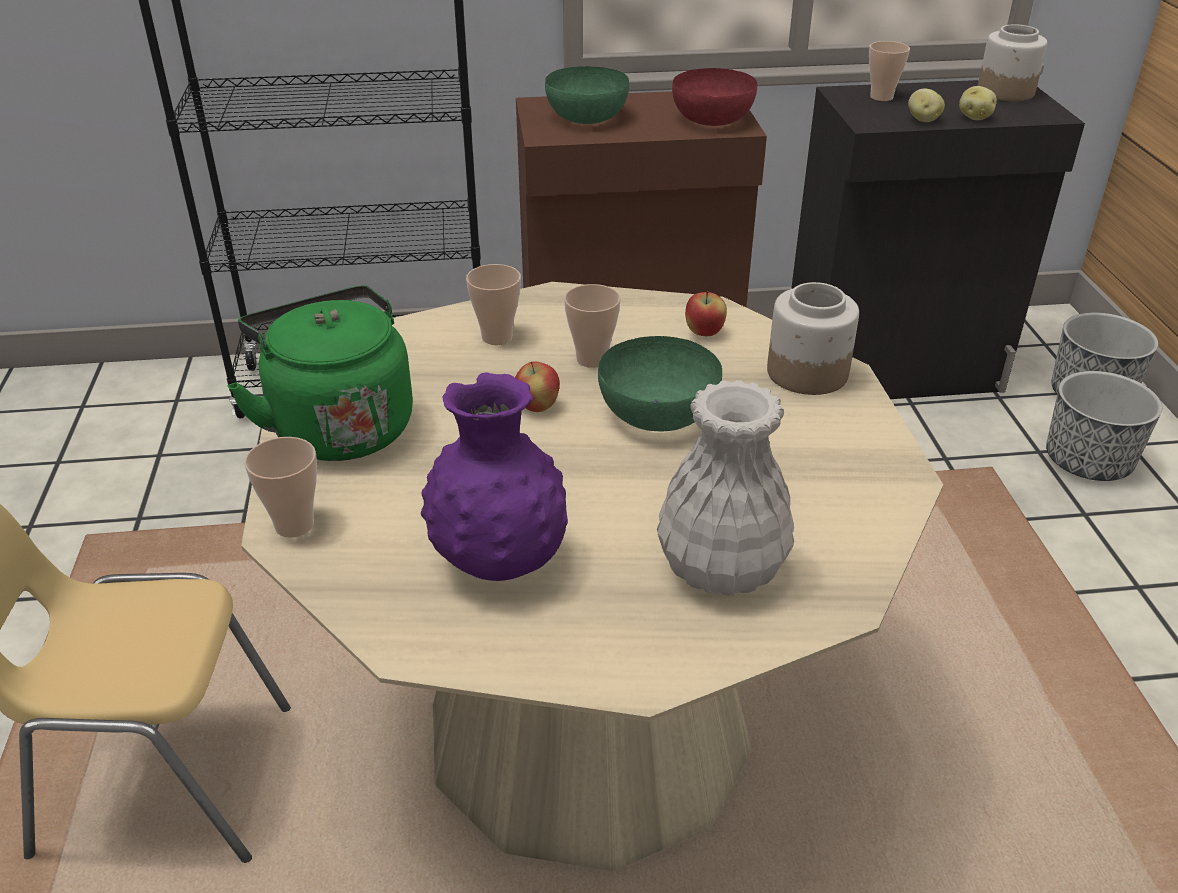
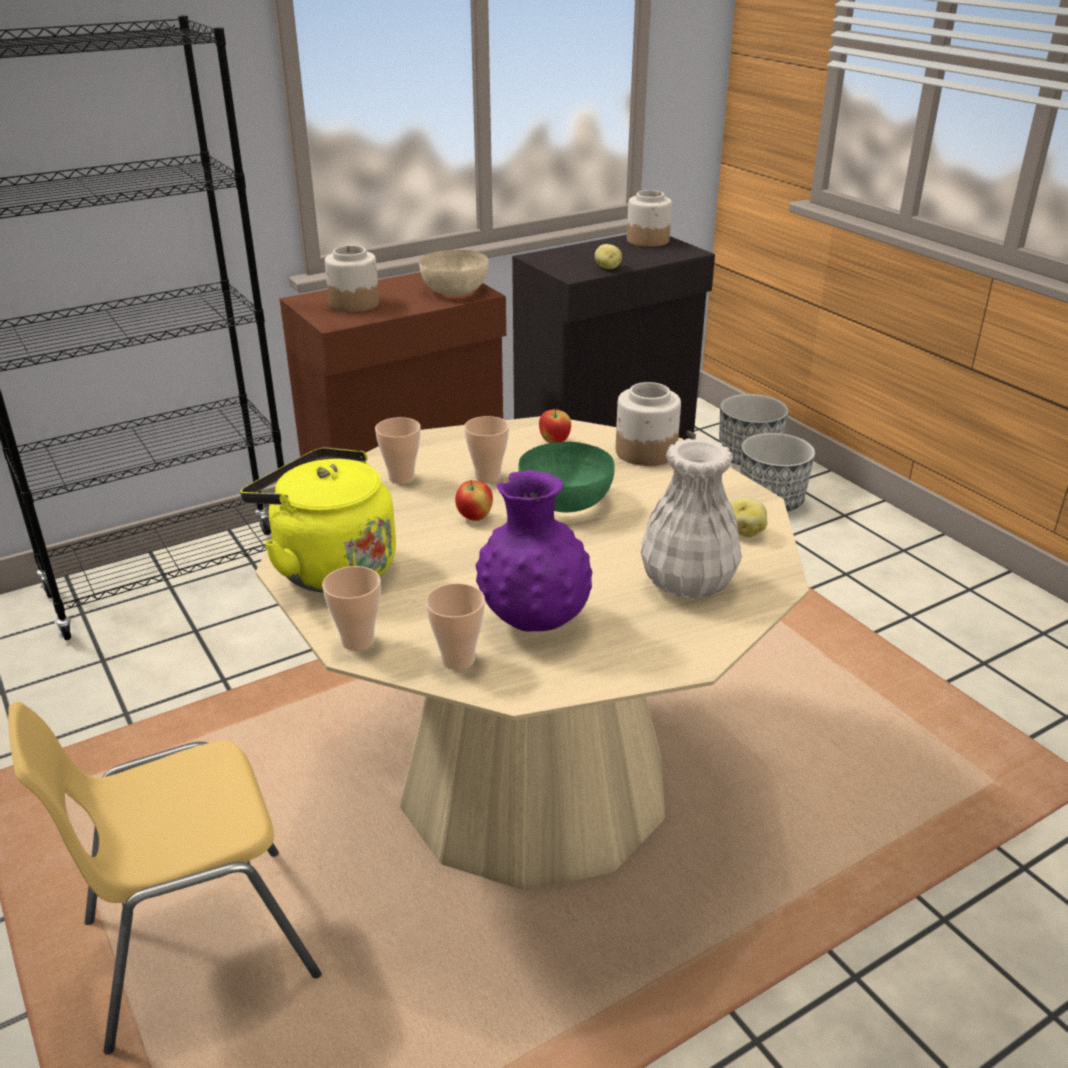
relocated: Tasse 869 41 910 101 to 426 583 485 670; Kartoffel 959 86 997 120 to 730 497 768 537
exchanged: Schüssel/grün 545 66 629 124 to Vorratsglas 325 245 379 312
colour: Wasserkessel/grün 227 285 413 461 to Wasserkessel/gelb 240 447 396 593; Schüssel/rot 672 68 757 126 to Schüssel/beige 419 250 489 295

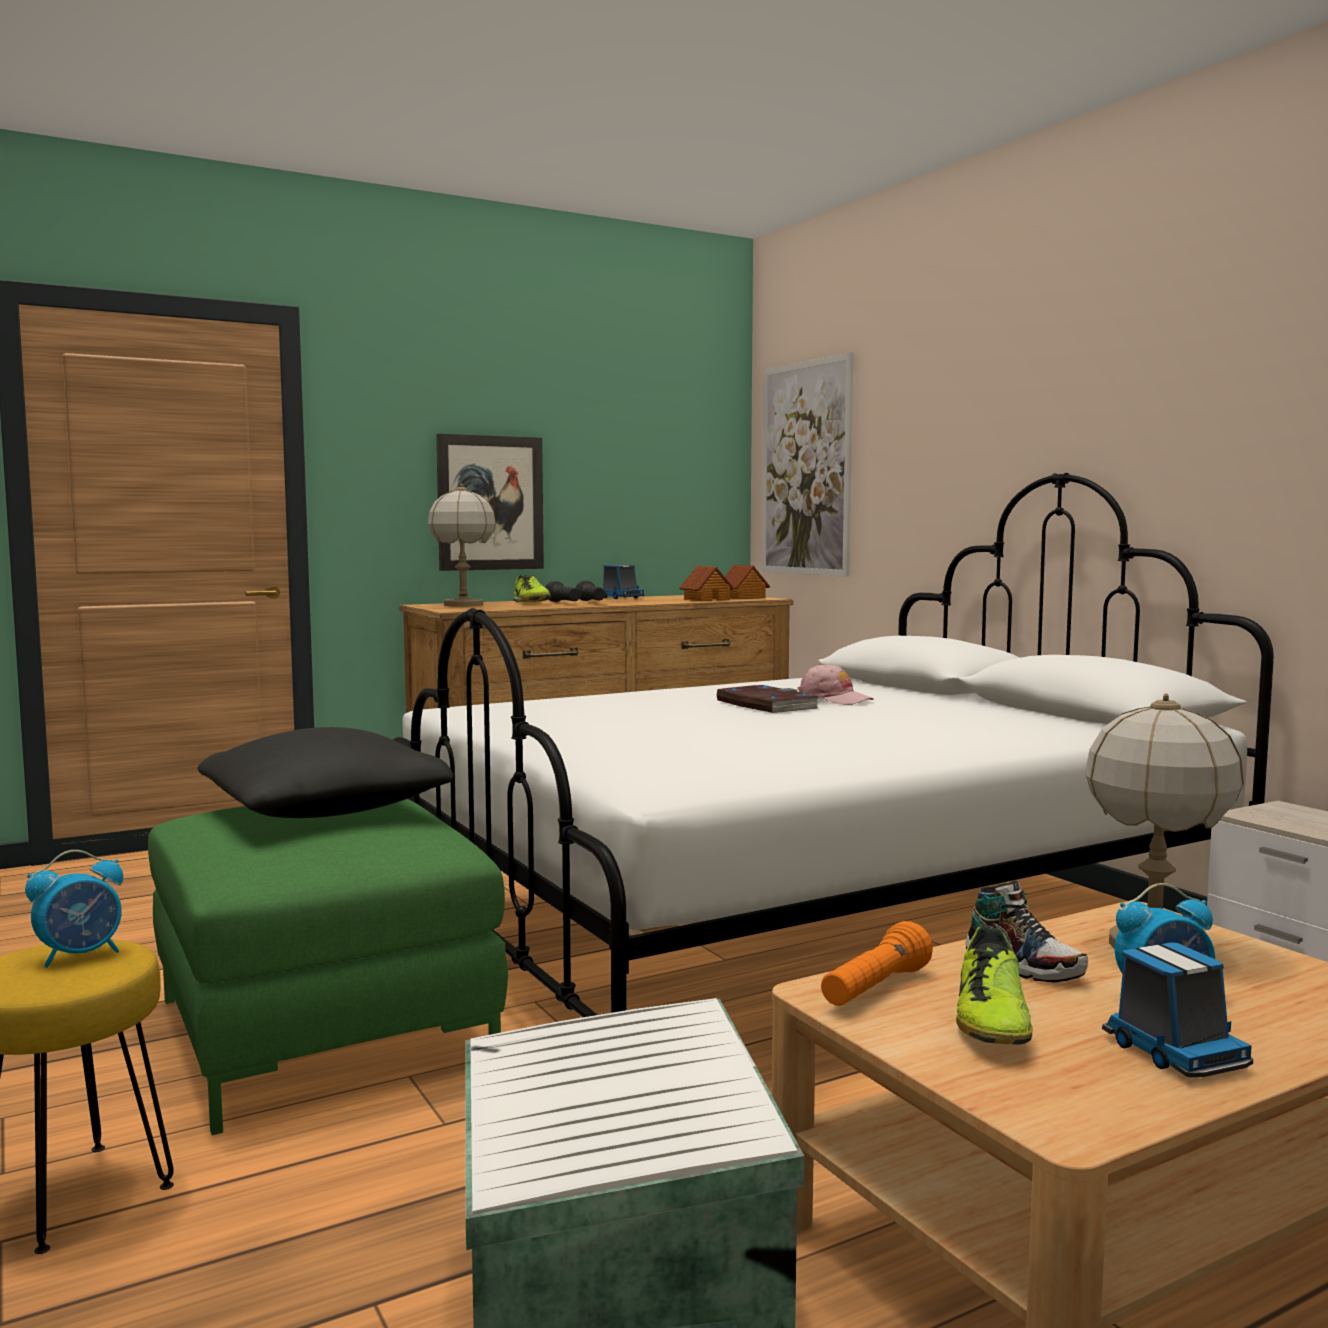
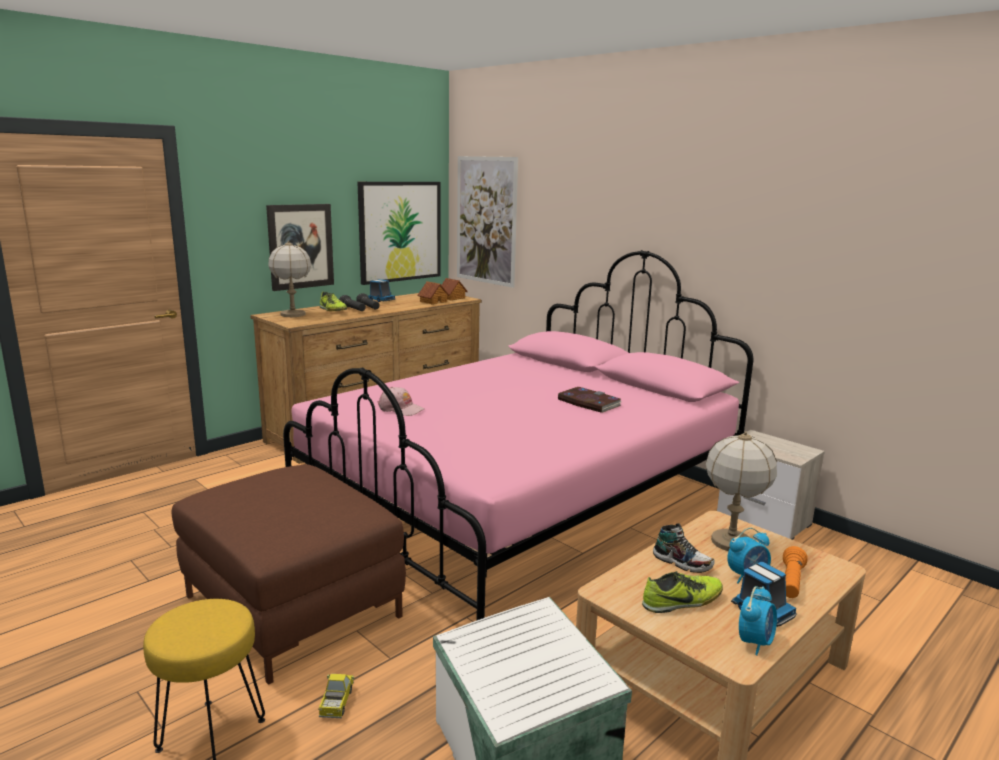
missing: Kissen/schwarz 198 727 454 818
appeared: Spielzeuglaster 318 674 354 718; Bild 357 182 440 285
relocated: Wecker 25 850 123 968 to 739 586 777 656; Buch 717 685 818 713 to 558 387 621 413; Kappe/rosa 798 663 874 705 to 378 387 425 416; Taschenlampe/orange 821 921 933 1006 to 783 546 807 598
colour: Polsterhocker/grün 148 799 508 1135 to Polsterhocker/braun 171 464 406 685; Bett/weiß 393 473 1274 1017 to Bett/rosa 283 250 753 621
spun: Schuh 956 926 1033 1045 = 642 571 723 613 105 degrees counterclockwise

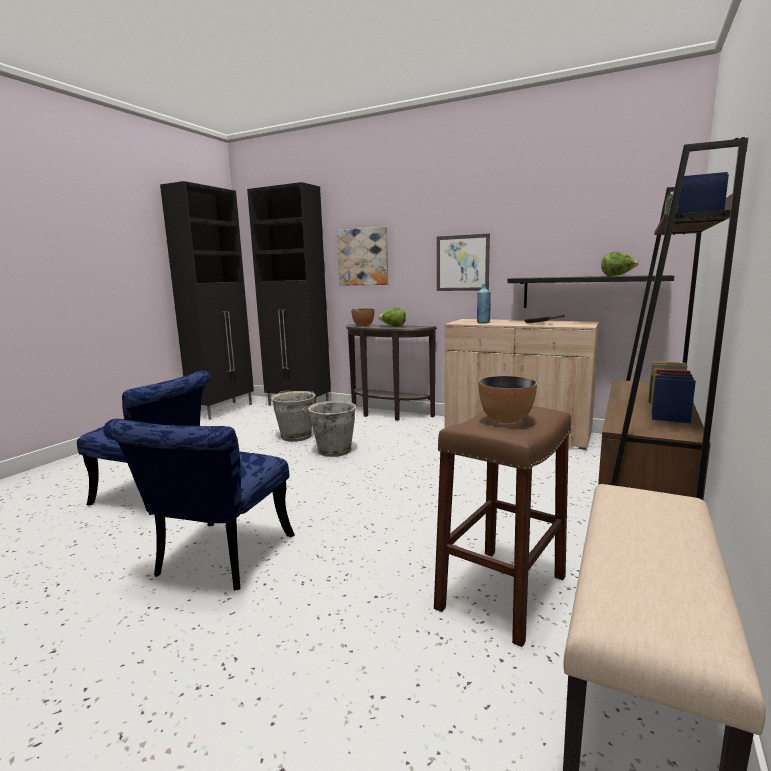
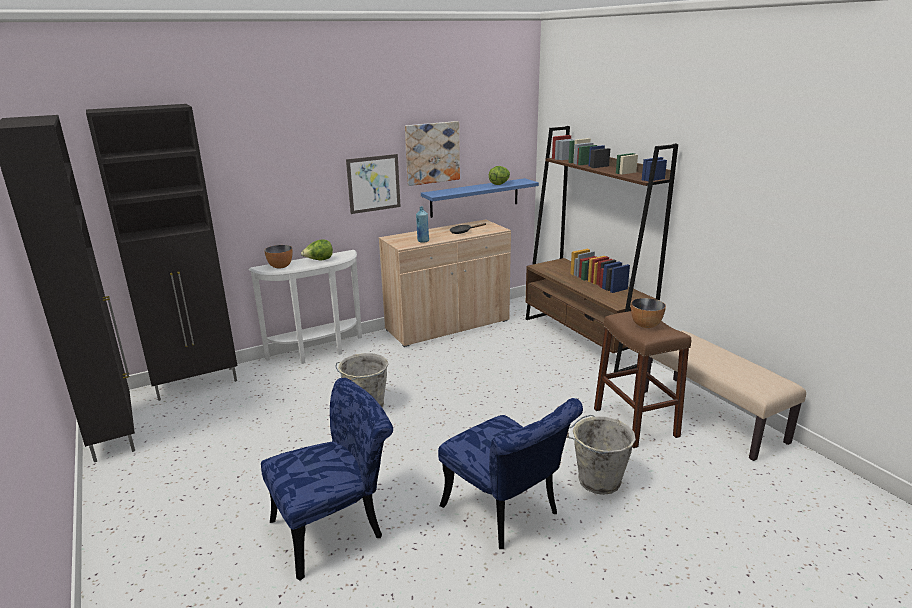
relocated: Eimer/grau 269 390 316 442 to 567 415 636 495; Bild 337 227 388 286 to 405 121 460 186
colour: Konsolentisch/braun 346 324 437 420 to Konsolentisch/weiß 249 250 362 364; Wandregal/schwarz 507 275 674 308 to Wandregal/blau 421 178 539 218

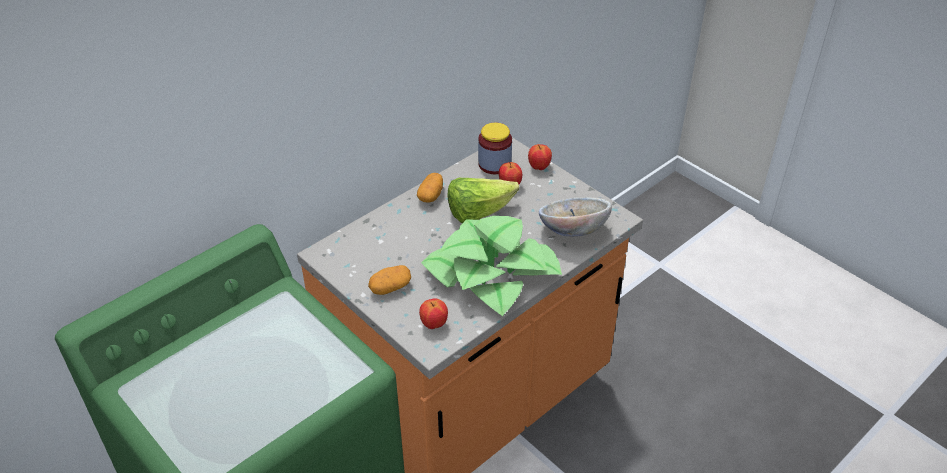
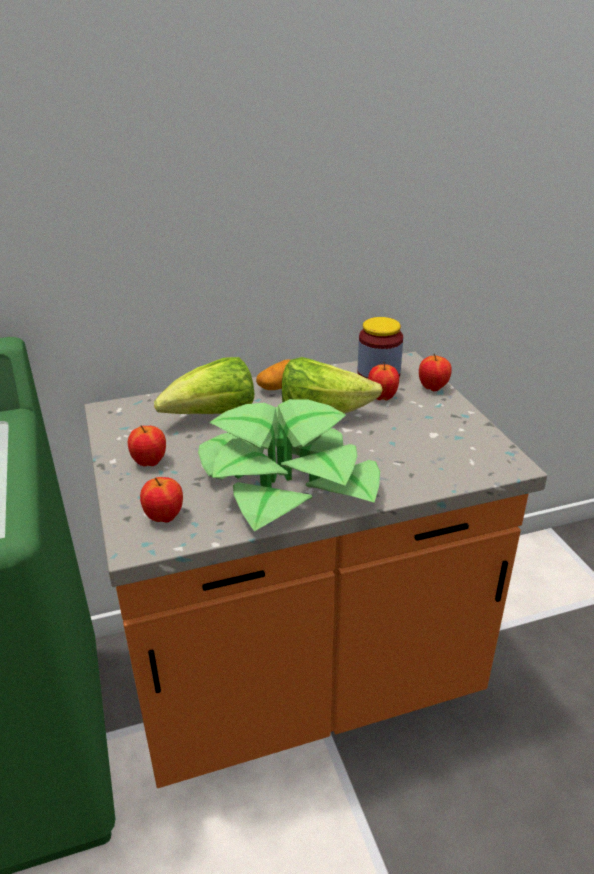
missing: Schüssel 539 197 612 237
appeared: Salatkopf 154 357 254 414
exchanged: Kartoffel 368 265 411 295 to Apfel 128 425 166 466

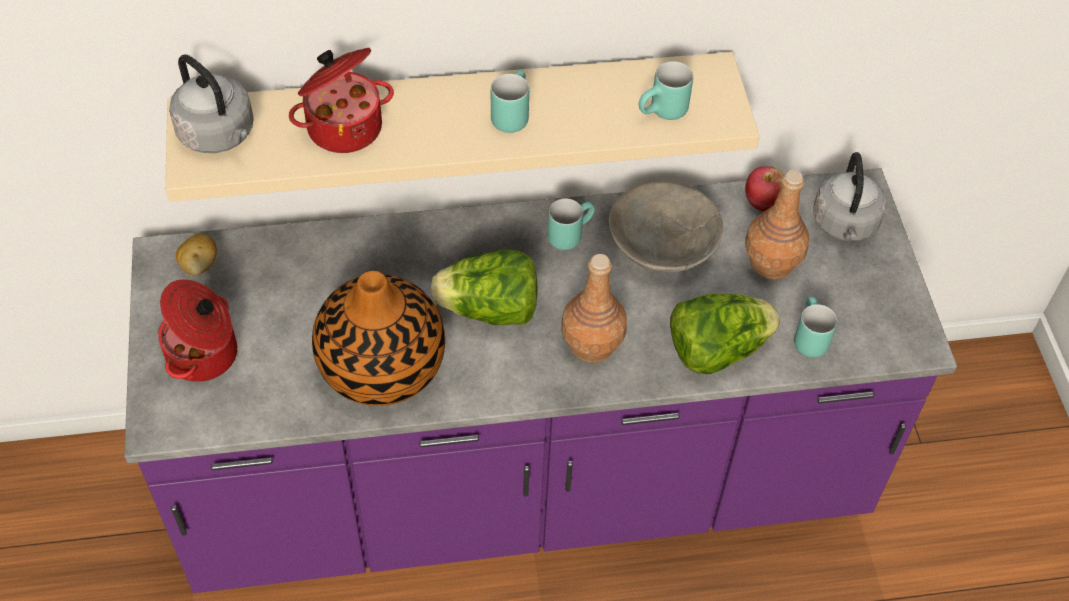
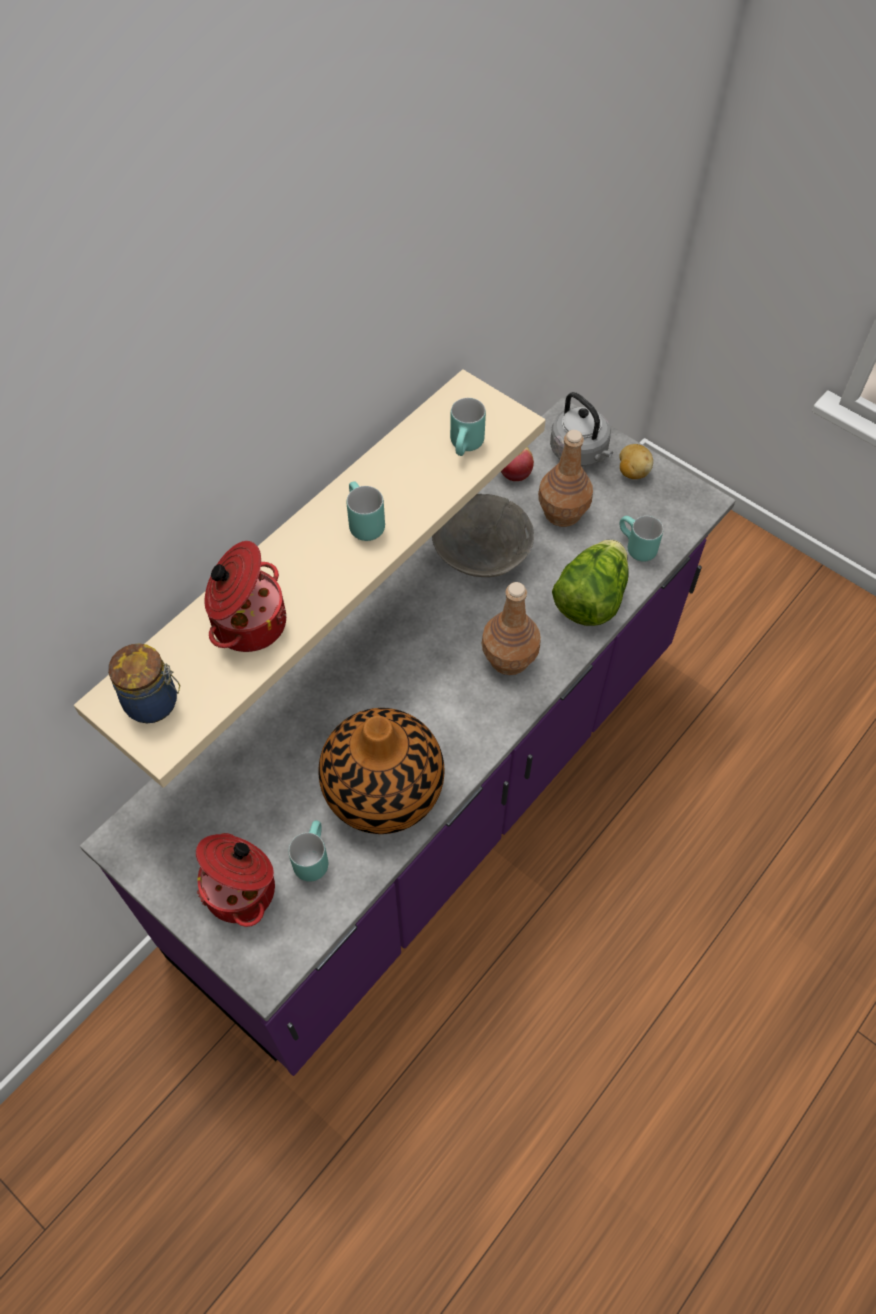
missing: Salatkopf 430 249 538 325
relocated: Kartoffel 176 233 217 275 to 619 444 653 479; Henkelbecher/türkis 547 199 595 250 to 288 820 328 882
exchanged: Wasserkessel/grau 169 55 254 153 to Vorratsglas 108 643 180 723

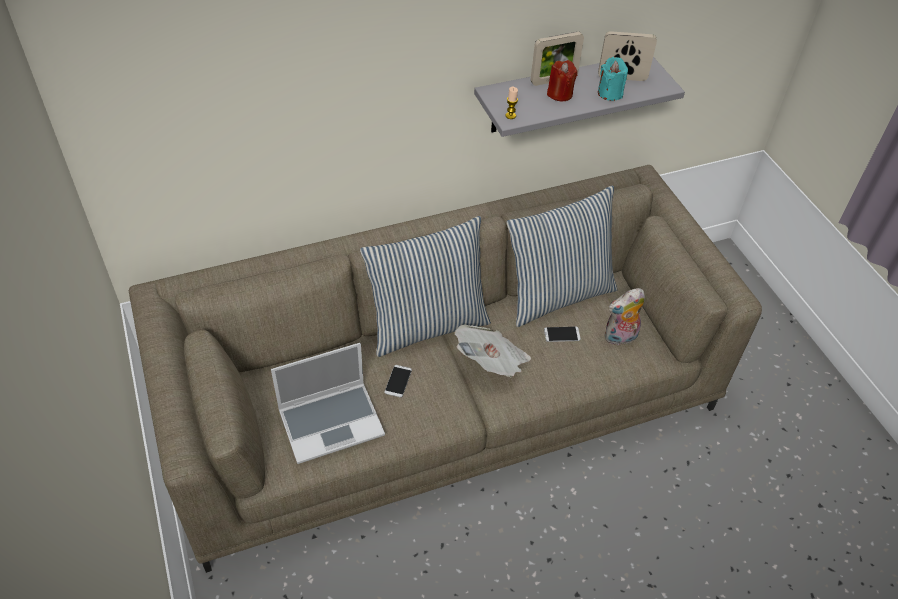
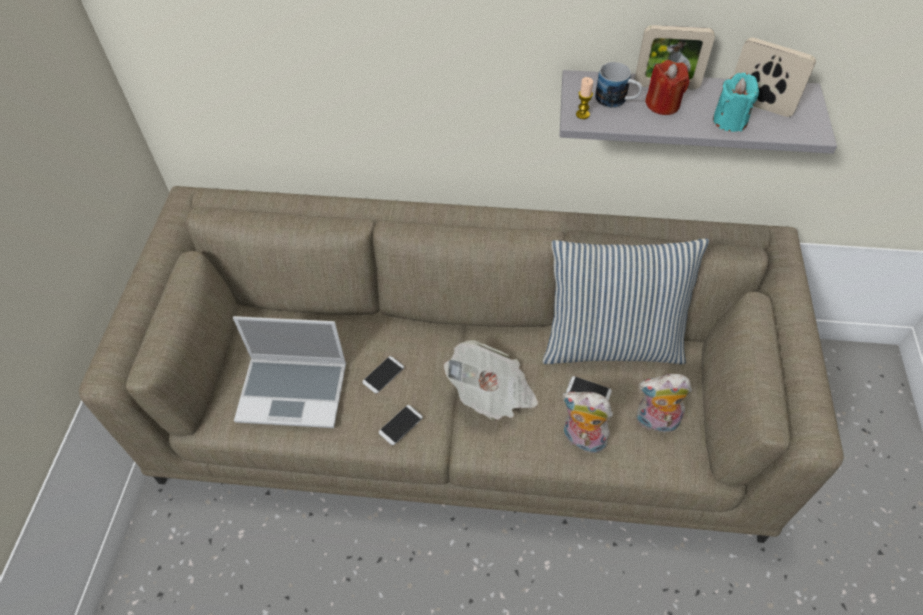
missing: Kissen 360 216 491 357
appeared: Handy 379 405 423 445; Plüschtier 562 392 613 453; Henkelbecher 595 62 642 108

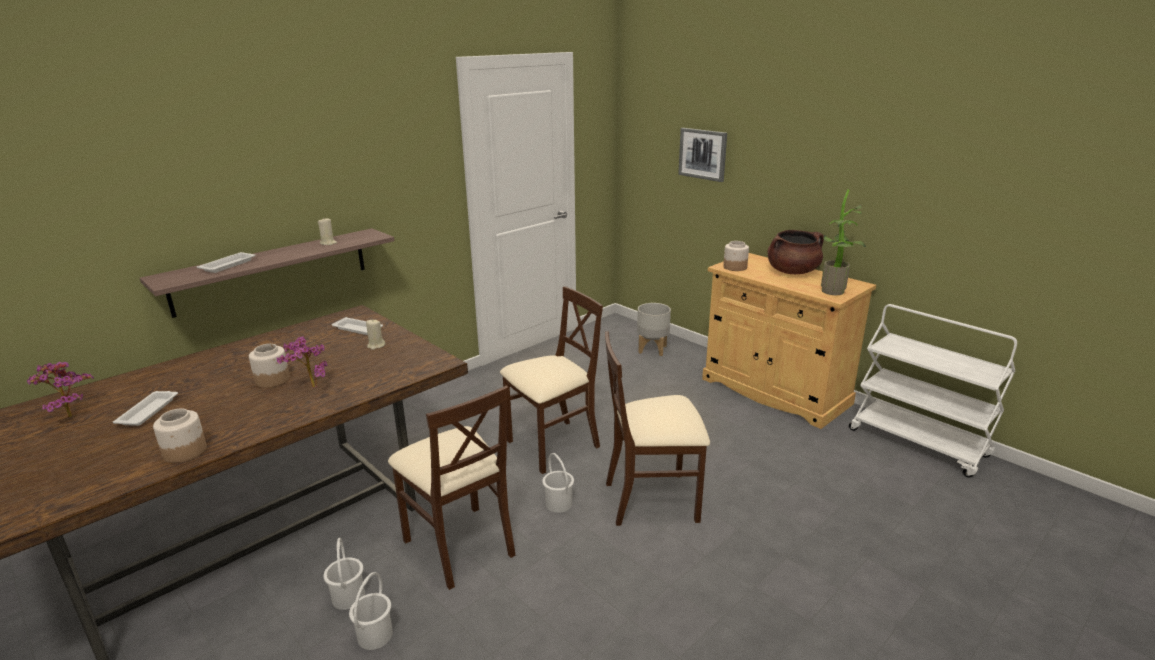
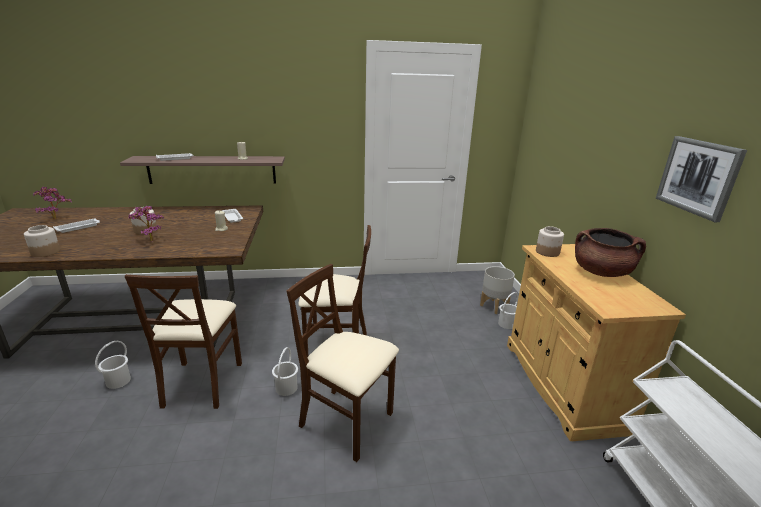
missing: Topfpflanze 821 189 867 295
relocated: Eimer/weiß 349 572 393 650 to 498 292 518 329; Bild 678 128 727 182 to 656 136 747 222

